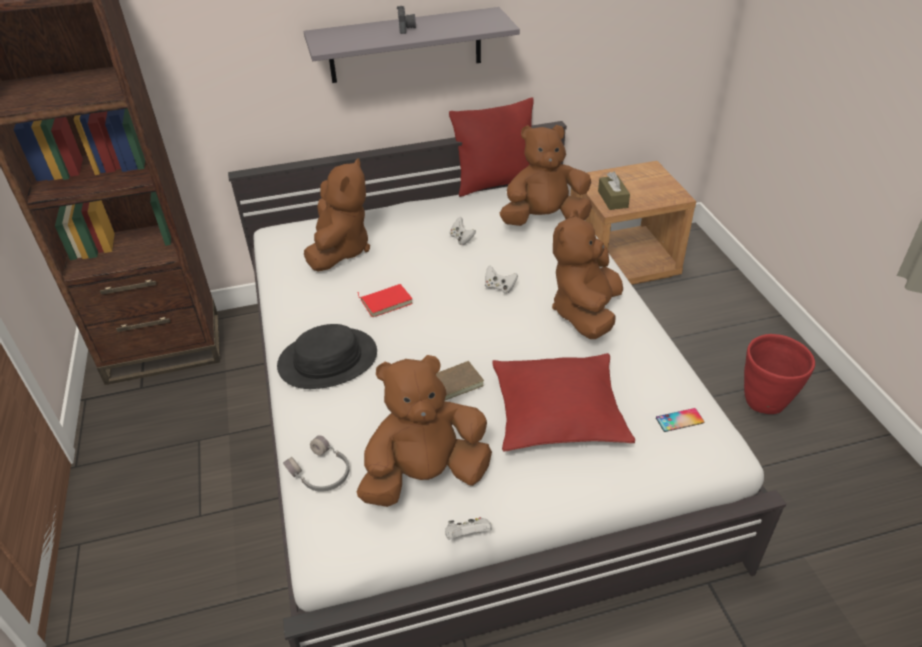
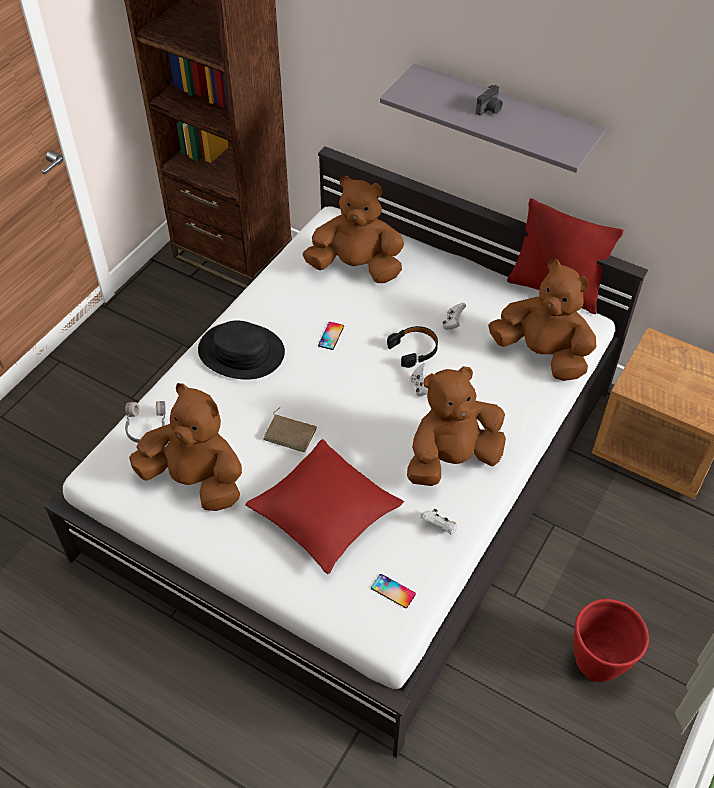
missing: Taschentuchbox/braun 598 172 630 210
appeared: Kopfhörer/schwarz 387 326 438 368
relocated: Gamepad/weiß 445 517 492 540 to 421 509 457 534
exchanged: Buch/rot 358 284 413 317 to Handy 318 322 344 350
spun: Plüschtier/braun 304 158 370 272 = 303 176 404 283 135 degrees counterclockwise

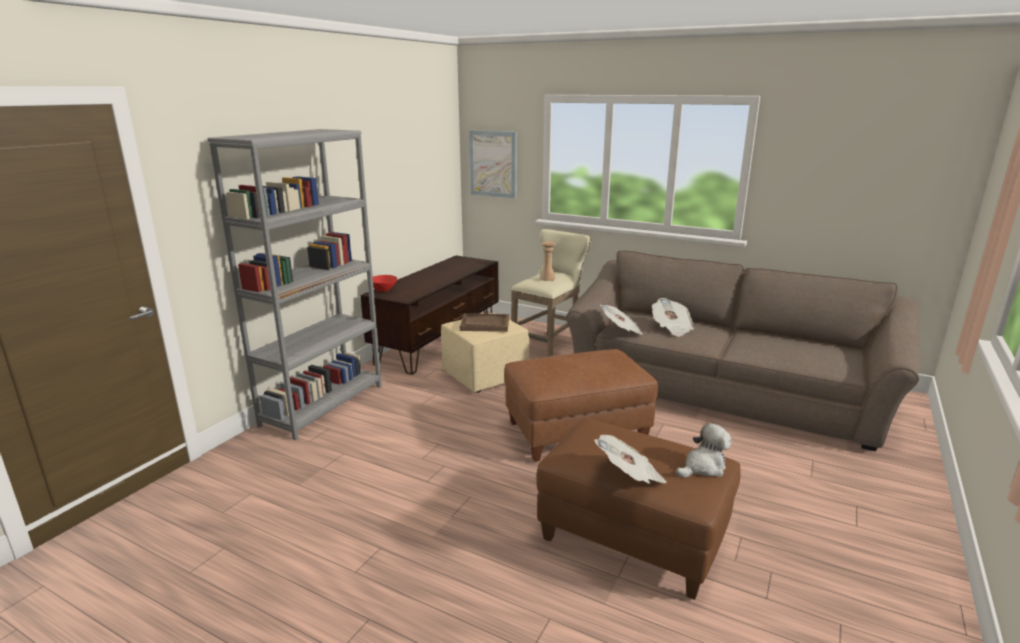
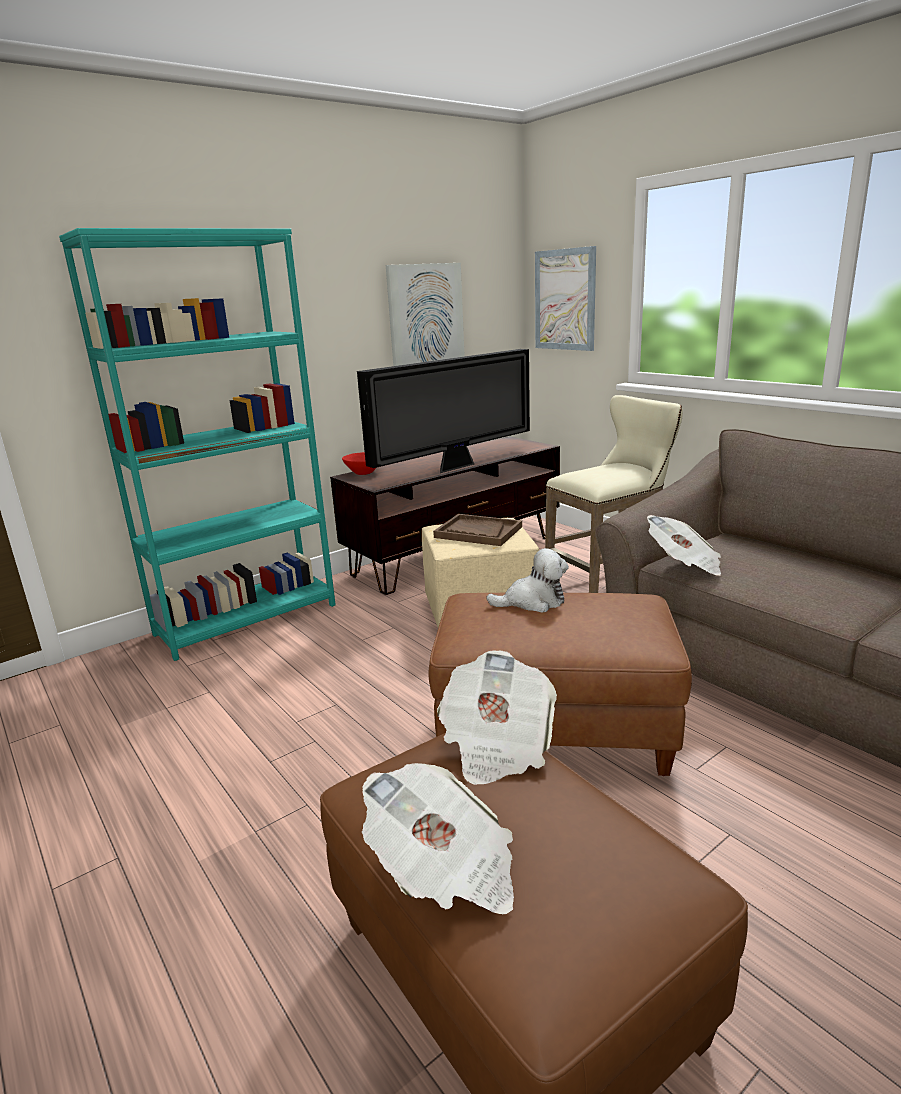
missing: Vase/beige 540 242 555 281
appeared: Fernseher 357 349 530 473; Bild 386 263 465 366
relocated: Zeitung 652 298 694 337 to 437 650 557 785; Plüschtier 676 423 731 478 to 486 548 569 612
colour: Bücherregal/grau 207 129 382 440 to Bücherregal/türkis 59 228 336 661

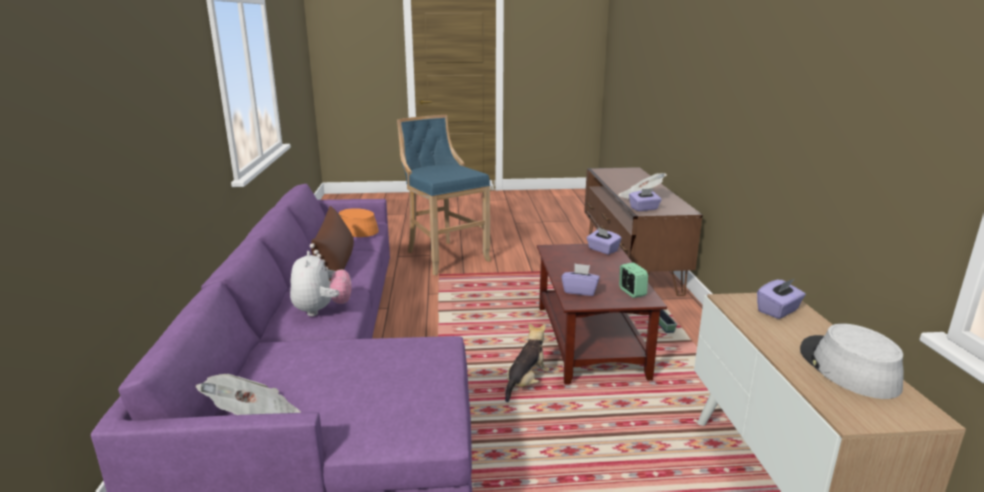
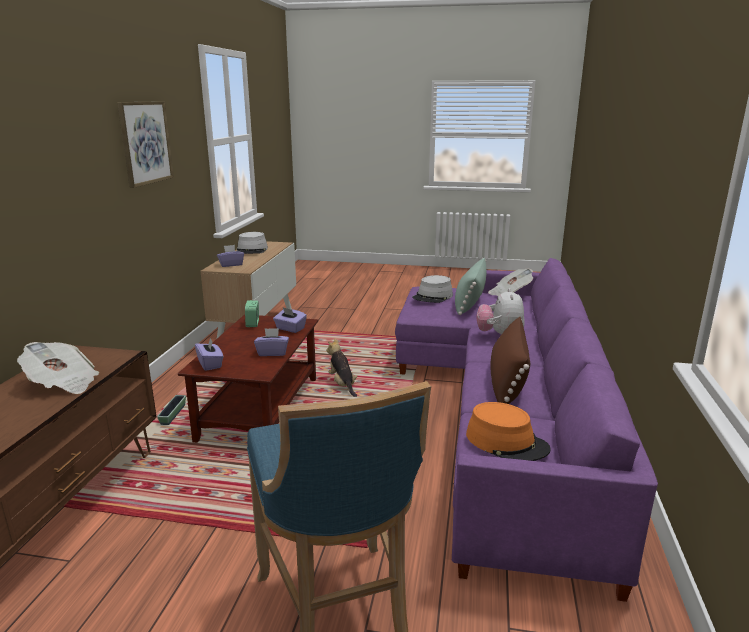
appeared: Bild 117 101 174 188; Hut/grau 412 275 453 303; Kissen/grün 455 258 486 315
relocated: Taschentuchbox/lila 629 188 662 211 to 254 328 289 356
spun: Plüschtier 505 323 550 402 = 326 338 358 397 105 degrees clockwise

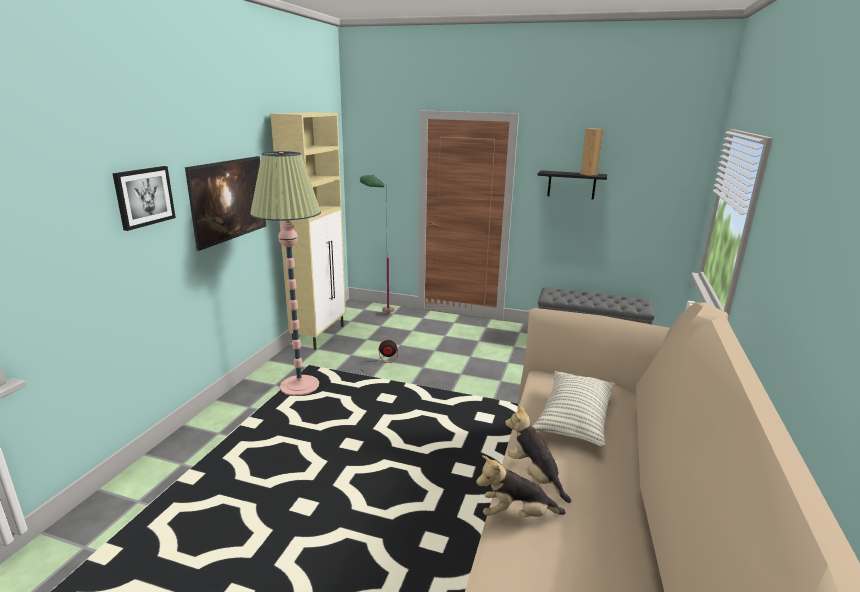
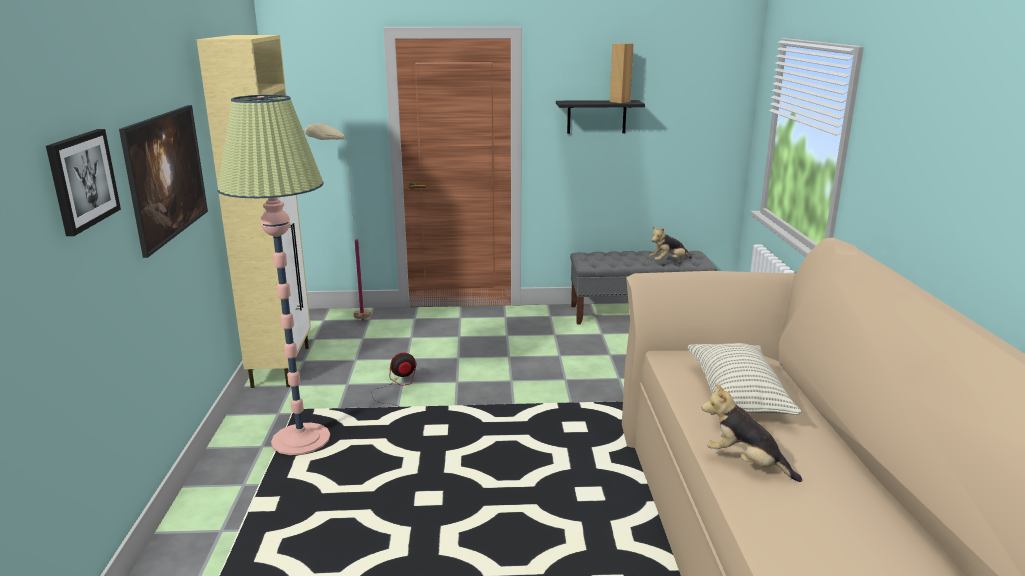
relocated: Plüschtier 476 455 566 517 to 650 226 692 261
colour: Stehlampe/grün 360 175 394 314 to Stehlampe/beige 305 123 371 321

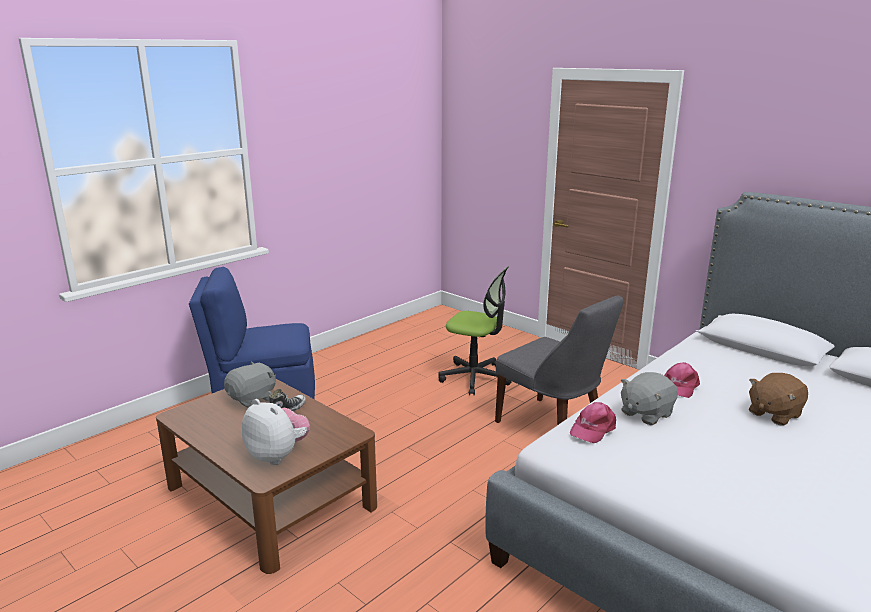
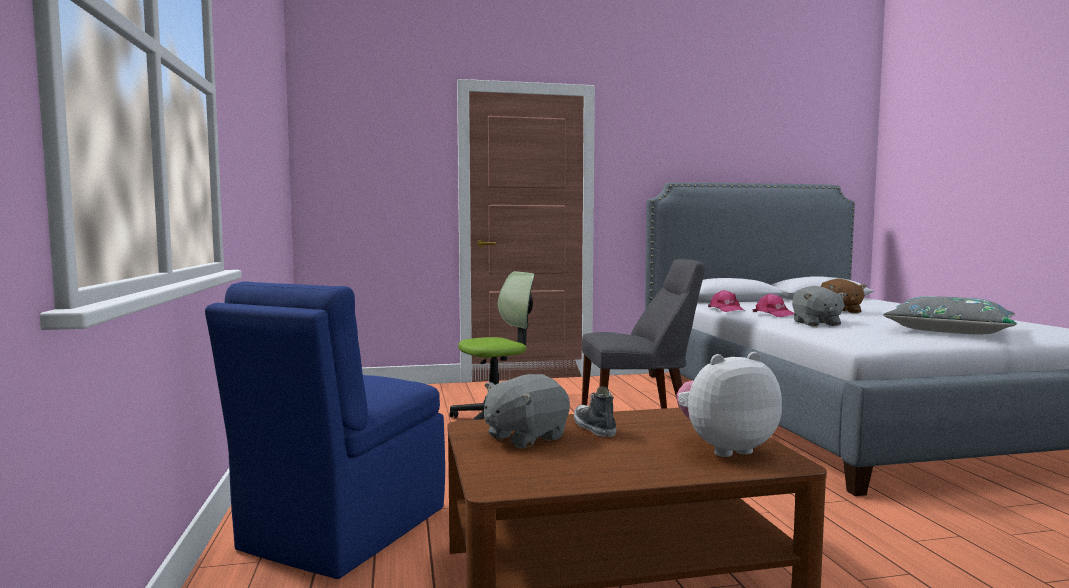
appeared: Kissen/grau 883 296 1017 335
relocated: Kappe/rosa 569 402 616 443 to 708 290 743 312
spun: Plüschtier/grau 224 362 276 408 = 484 374 570 449 120 degrees counterclockwise

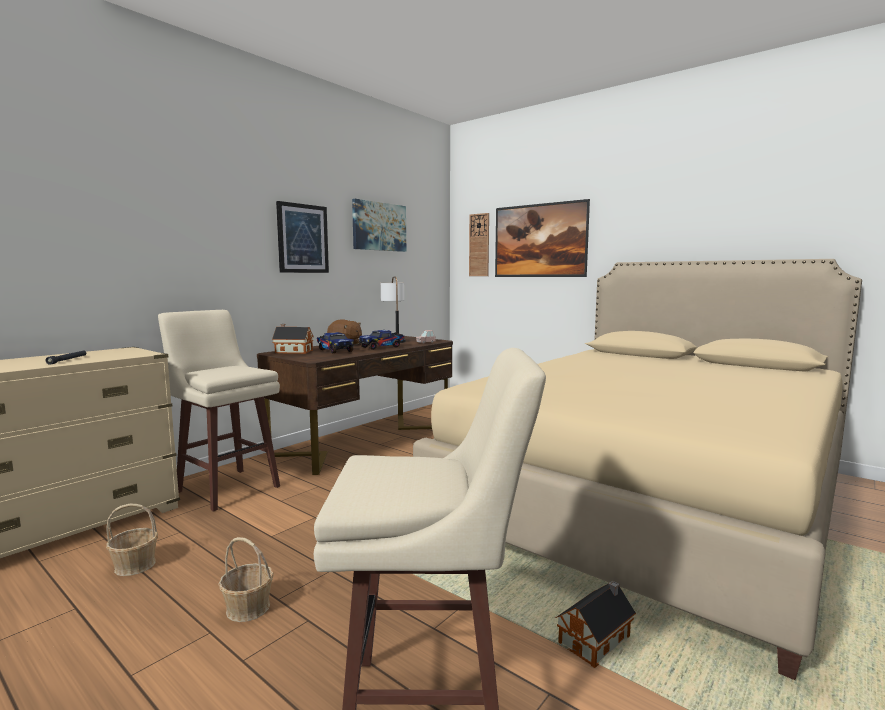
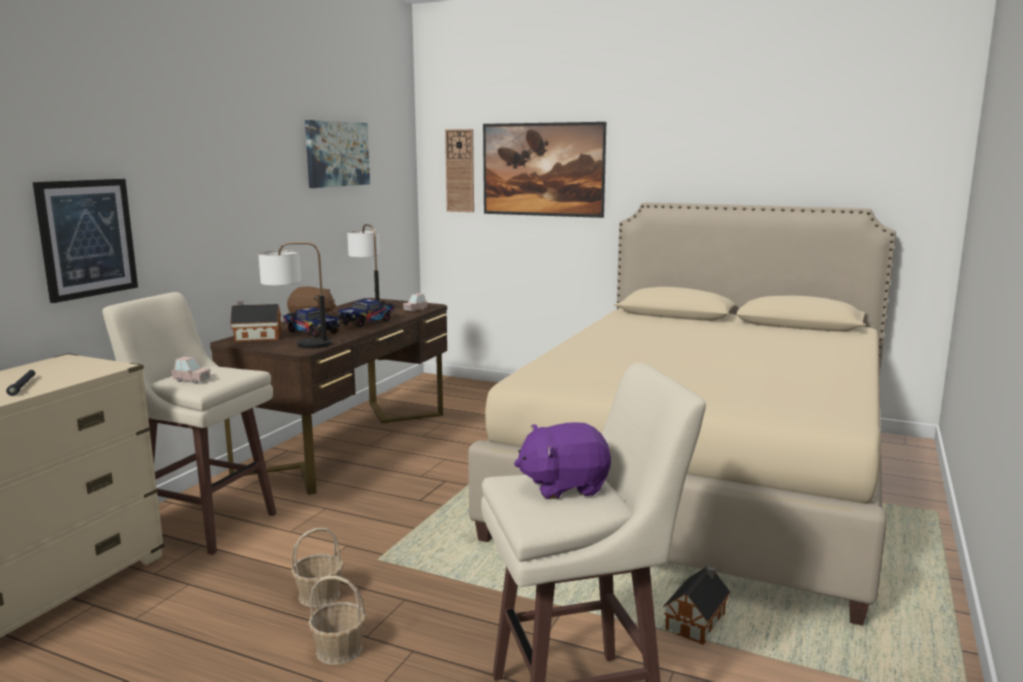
appeared: Spielzeugauto/rosa 171 357 210 384; Tischlampe 258 242 332 349; Plüschtier/lila 514 422 611 499
relocated: Korb 106 504 158 576 to 291 528 344 607; Bild 276 201 329 273 to 33 179 138 303

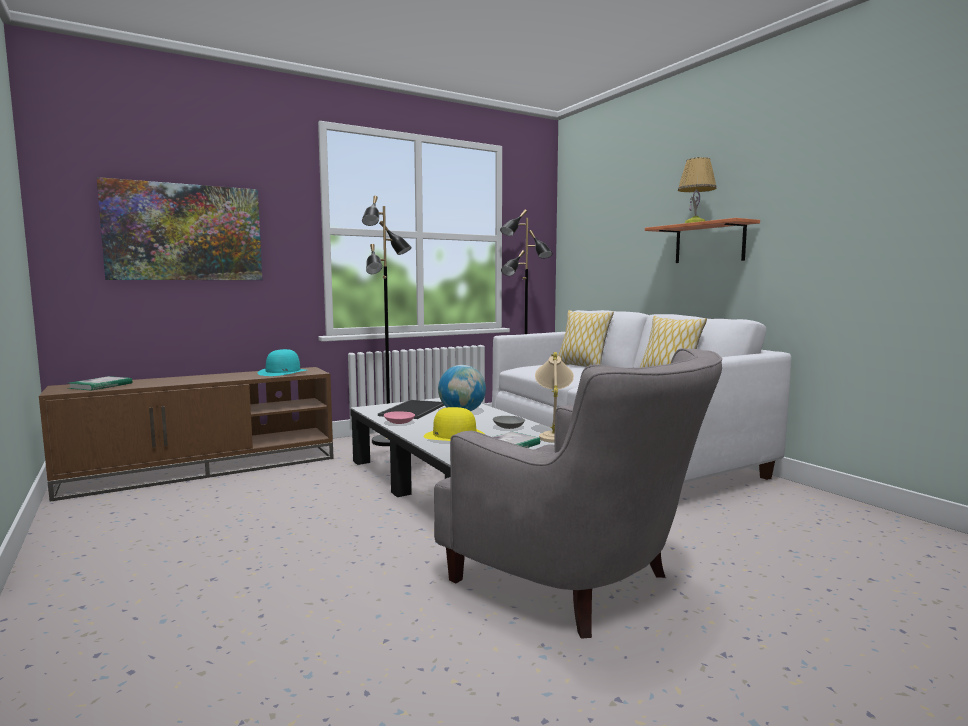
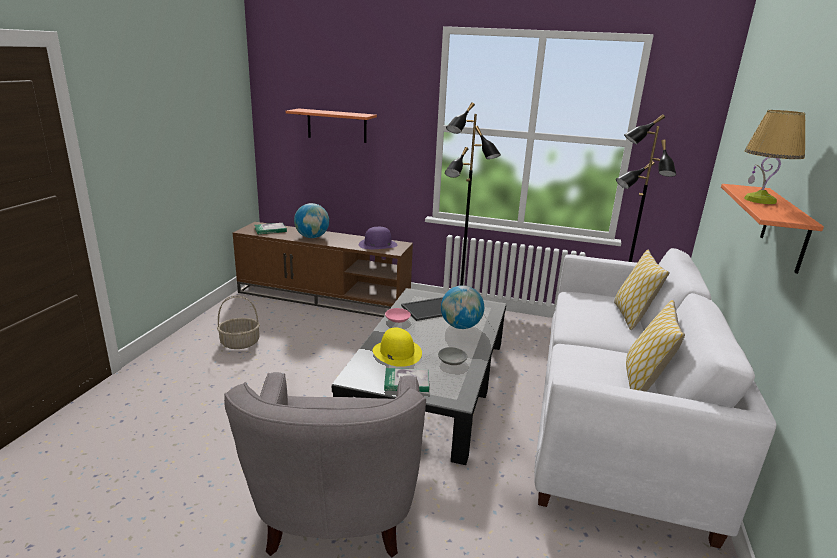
missing: Tischlampe/beige 535 352 574 443
appeared: Korb 217 296 260 349; Globus 294 203 329 238
exchanged: Bild 97 177 262 280 to Wandregal 286 108 377 143
colour: Hut/türkis 258 349 307 376 to Hut/lila 359 227 397 249

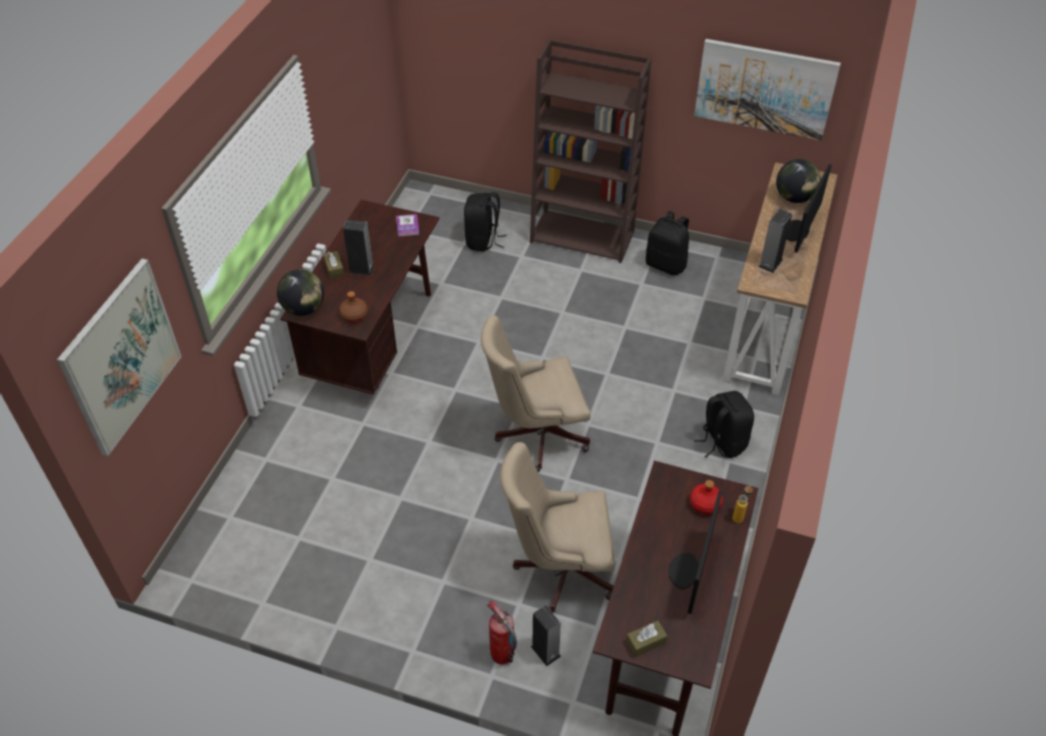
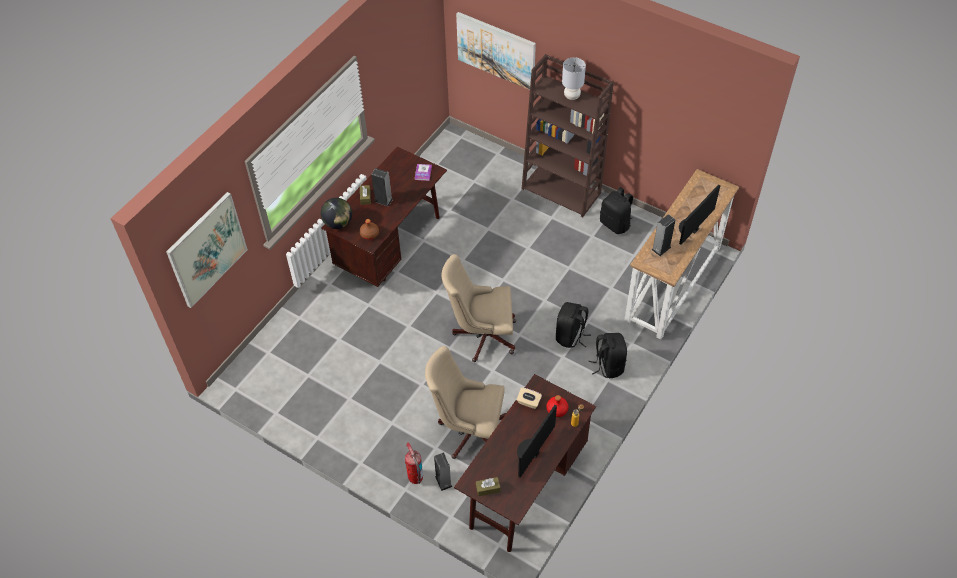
missing: Globus 776 159 821 203
appeared: Taschentuchbox/beige 517 388 542 409; Tischlampe/grau 562 57 586 100
relocated: Rucksack/schwarz 464 192 507 252 to 556 302 591 348; Bild 694 39 841 141 to 456 12 536 90

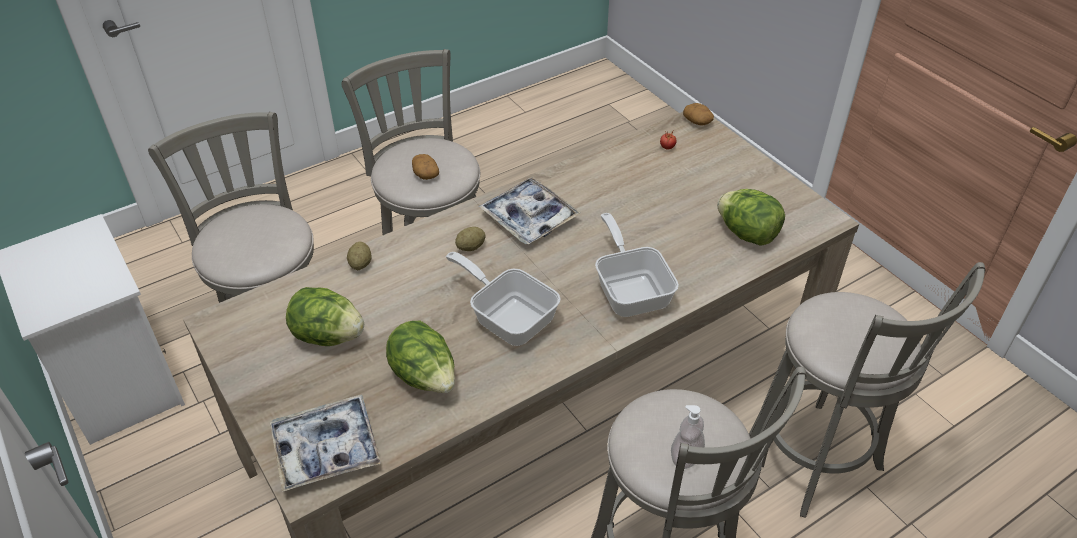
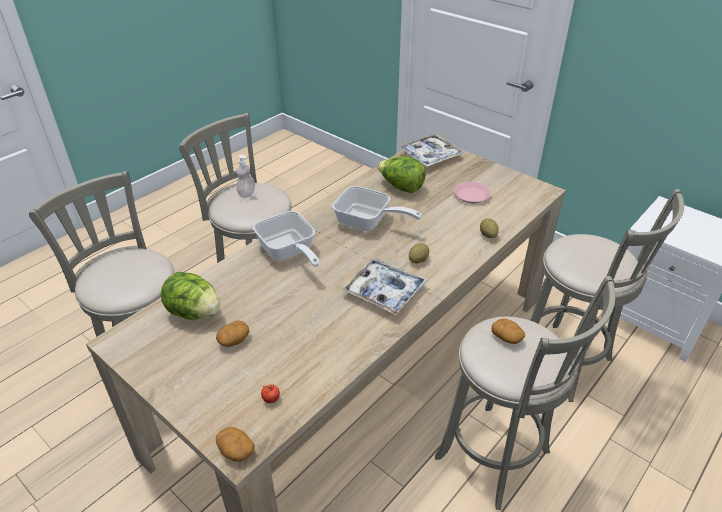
appeared: Kartoffel 216 320 249 347
exchanged: Salatkopf 286 287 364 346 to Teller/rosa 454 181 491 203

